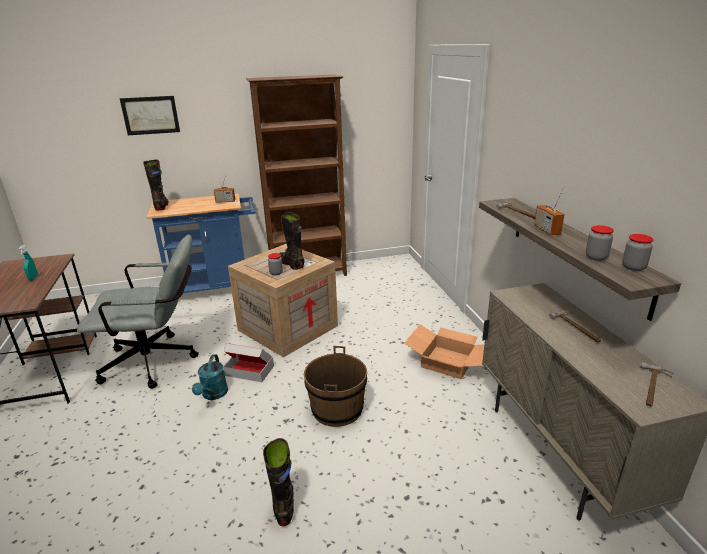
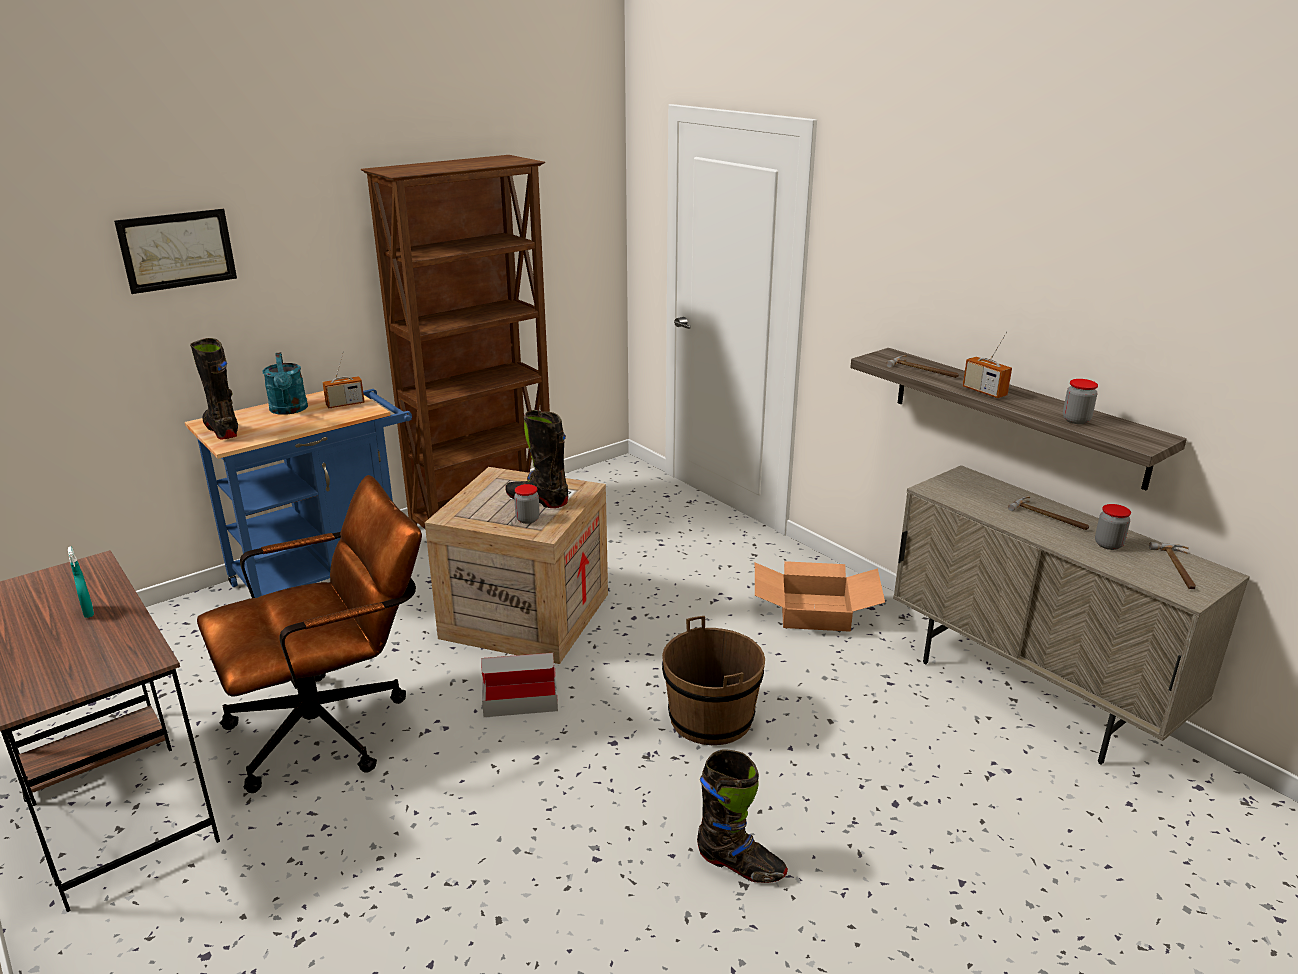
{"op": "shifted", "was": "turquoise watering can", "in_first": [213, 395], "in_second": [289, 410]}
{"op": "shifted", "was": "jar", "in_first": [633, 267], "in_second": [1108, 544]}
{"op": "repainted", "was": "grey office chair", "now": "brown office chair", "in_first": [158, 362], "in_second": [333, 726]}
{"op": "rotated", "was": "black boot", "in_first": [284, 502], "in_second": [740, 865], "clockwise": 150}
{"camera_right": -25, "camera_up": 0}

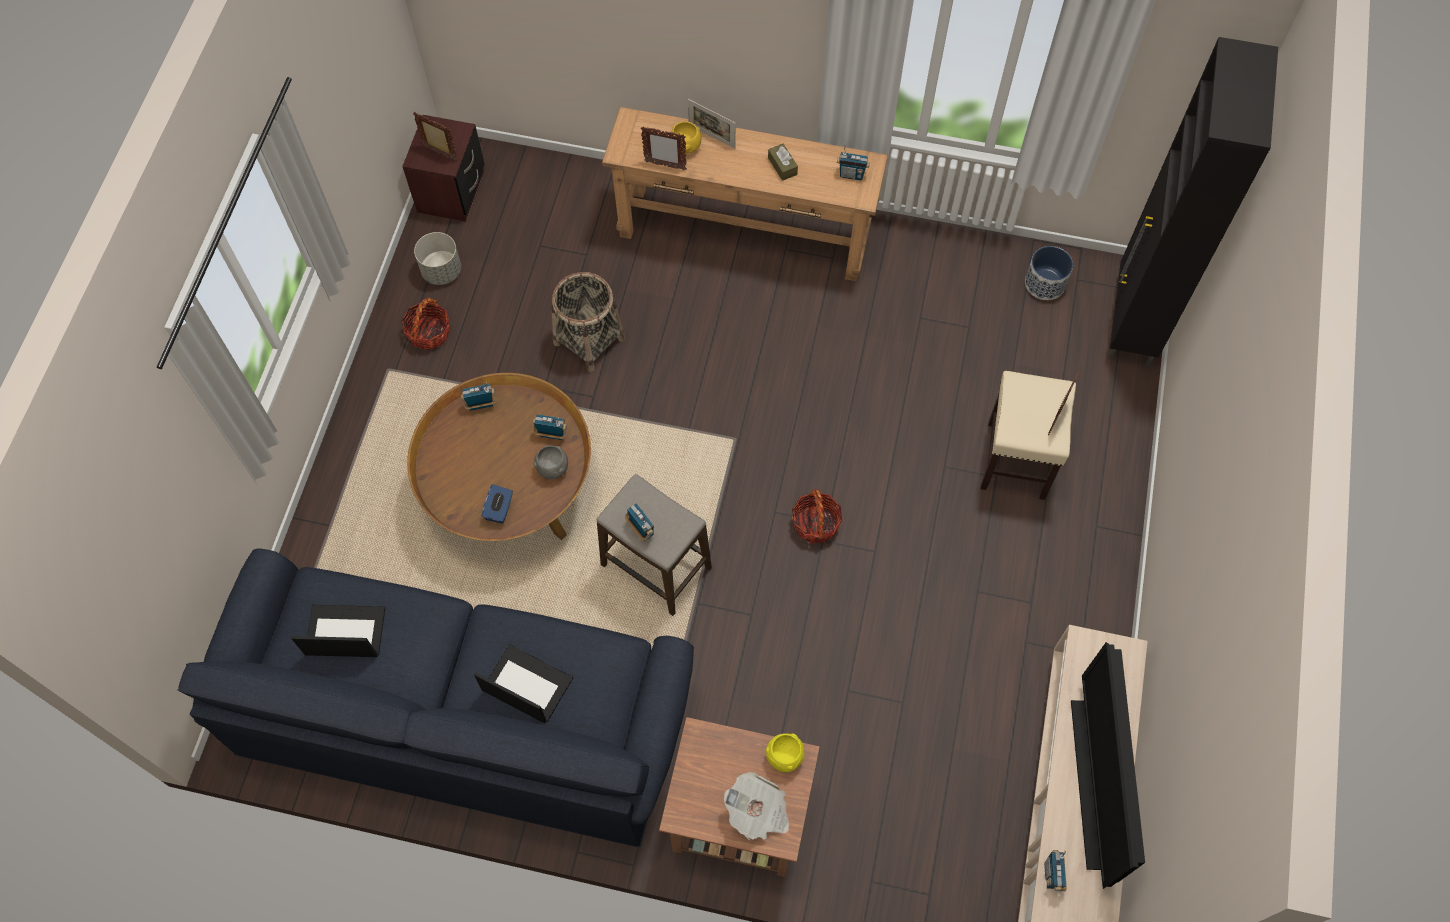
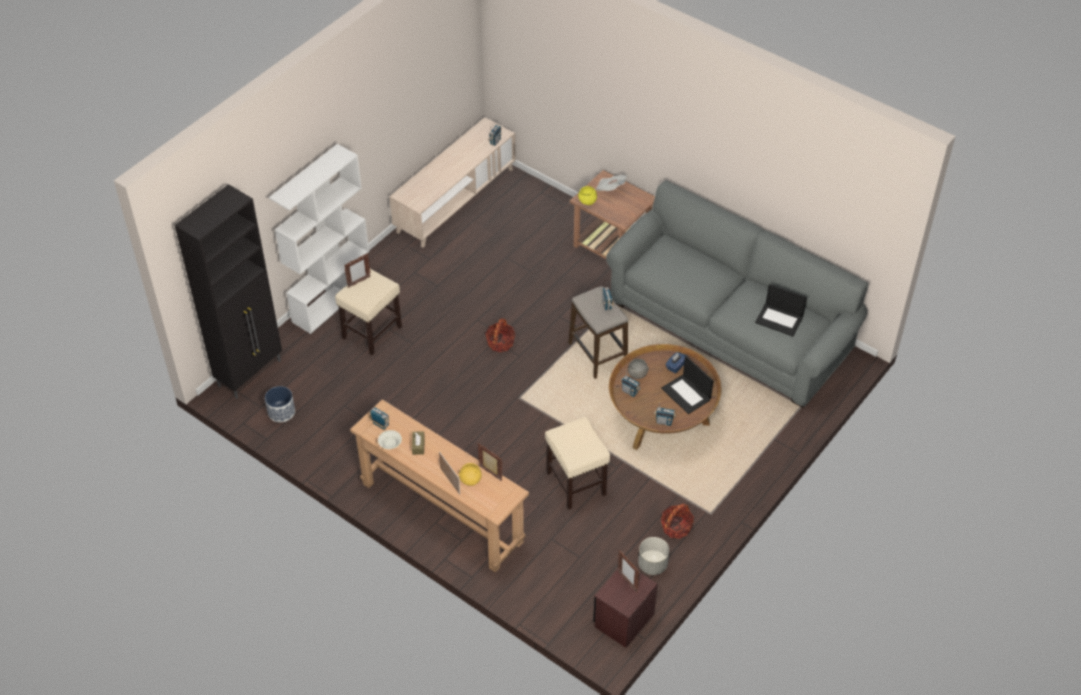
{"op": "gone", "was": "television", "in_first": [1094, 784]}
{"op": "new", "now": "white bookcase", "in_second": [332, 300]}
{"op": "new", "now": "white bowl", "in_second": [390, 445]}
{"op": "shifted", "was": "laptop", "in_first": [526, 684], "in_second": [687, 394]}
{"op": "swapped", "was": "basket", "now": "beige stool", "in_first": [589, 340], "in_second": [576, 484]}
{"op": "repainted", "was": "blue sofa", "now": "grey sofa", "in_first": [462, 716], "in_second": [730, 327]}
{"camera_right": -155, "camera_up": -15}

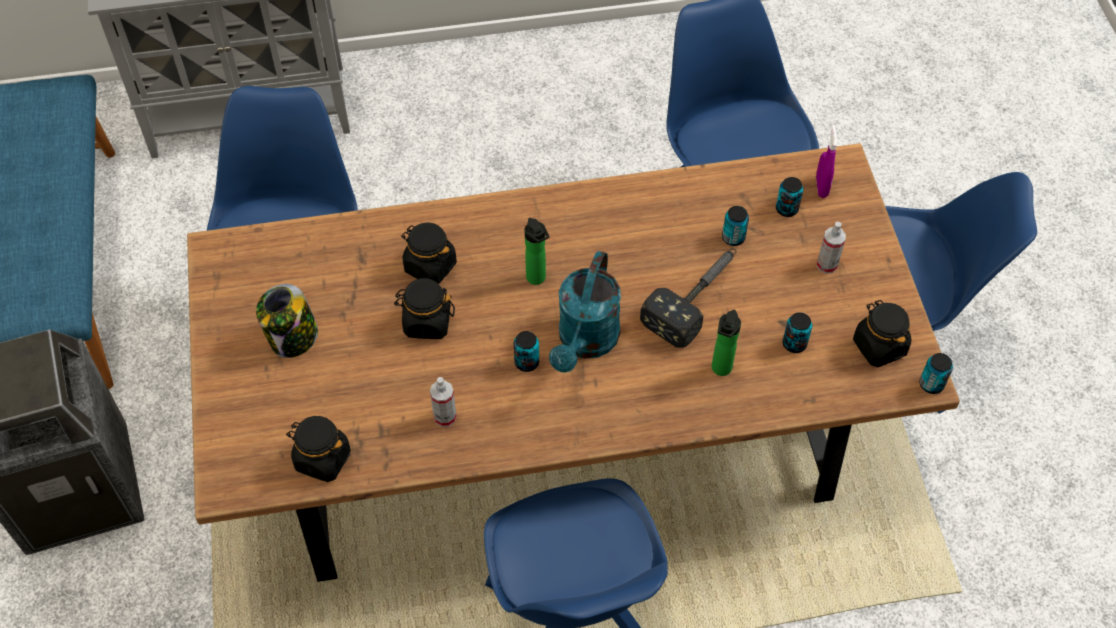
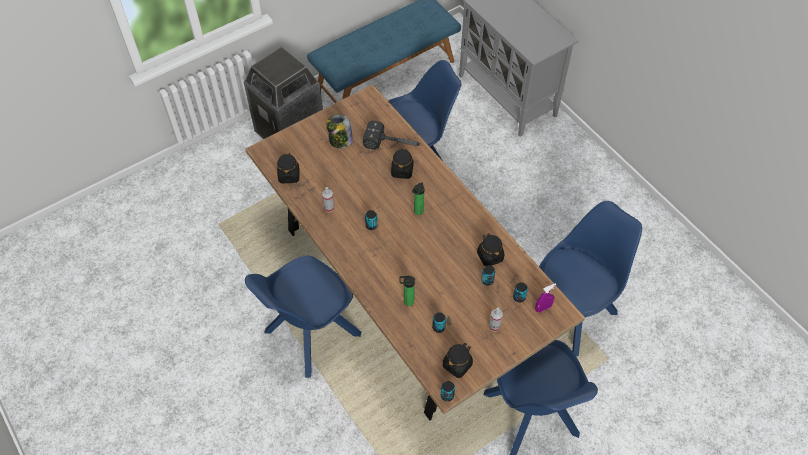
{"op": "gone", "was": "turquoise watering can", "in_first": [585, 342]}
{"op": "shifted", "was": "black jar", "in_first": [427, 322], "in_second": [490, 256]}
{"op": "shifted", "was": "hammer", "in_first": [697, 297], "in_second": [394, 144]}
{"camera_right": 65, "camera_up": 0}

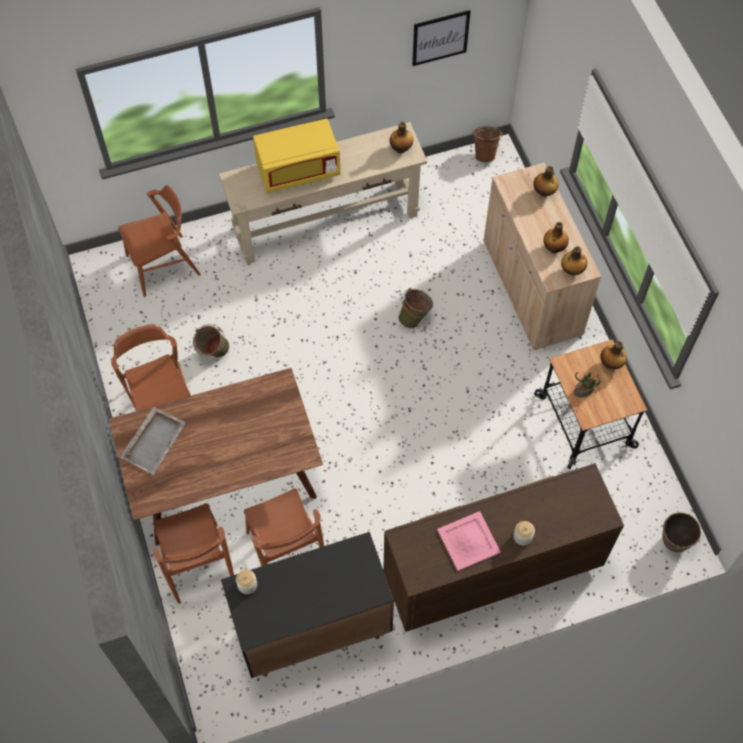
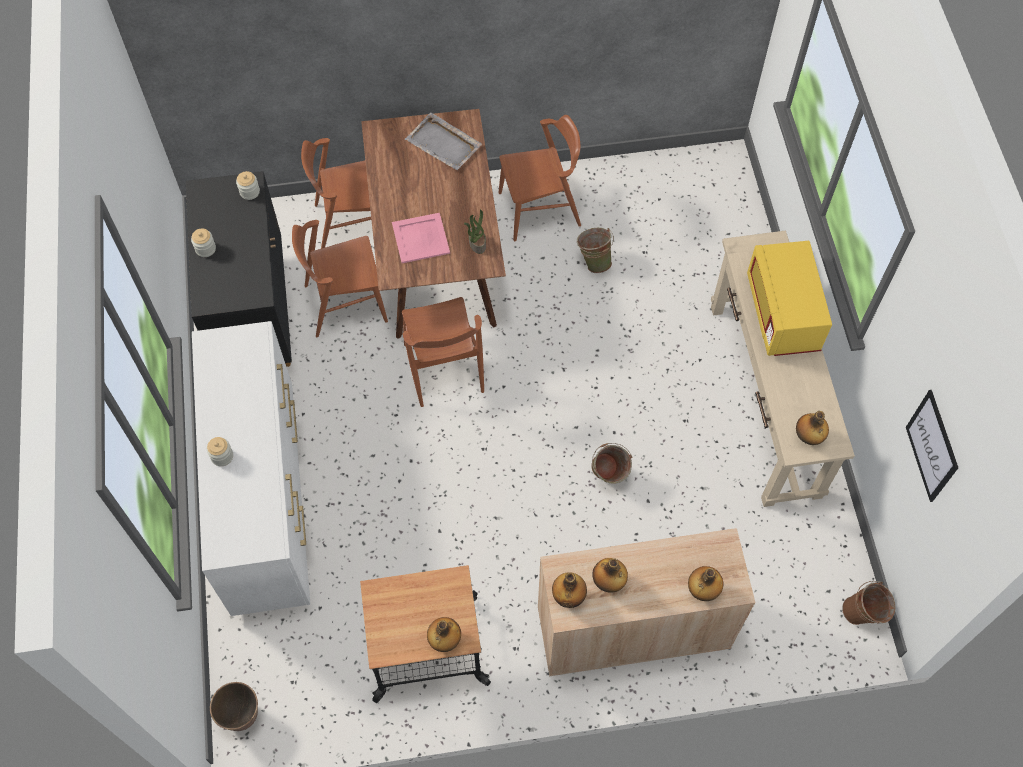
{"op": "new", "now": "jar", "in_second": [205, 249]}
{"op": "shifted", "was": "brown chair", "in_first": [163, 265], "in_second": [444, 368]}
{"op": "shifted", "was": "pink tray", "in_first": [469, 541], "in_second": [420, 239]}
{"op": "shifted", "was": "potted plant", "in_first": [584, 390], "in_second": [476, 243]}
{"op": "repainted", "was": "brown dresser", "now": "white dresser", "in_first": [491, 570], "in_second": [265, 497]}
{"camera_right": 100, "camera_up": 0}

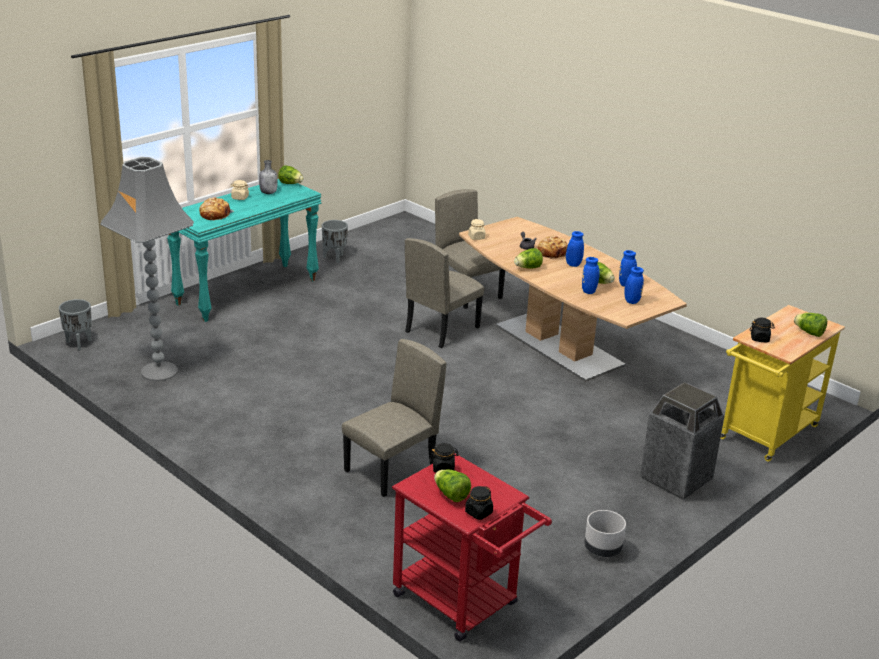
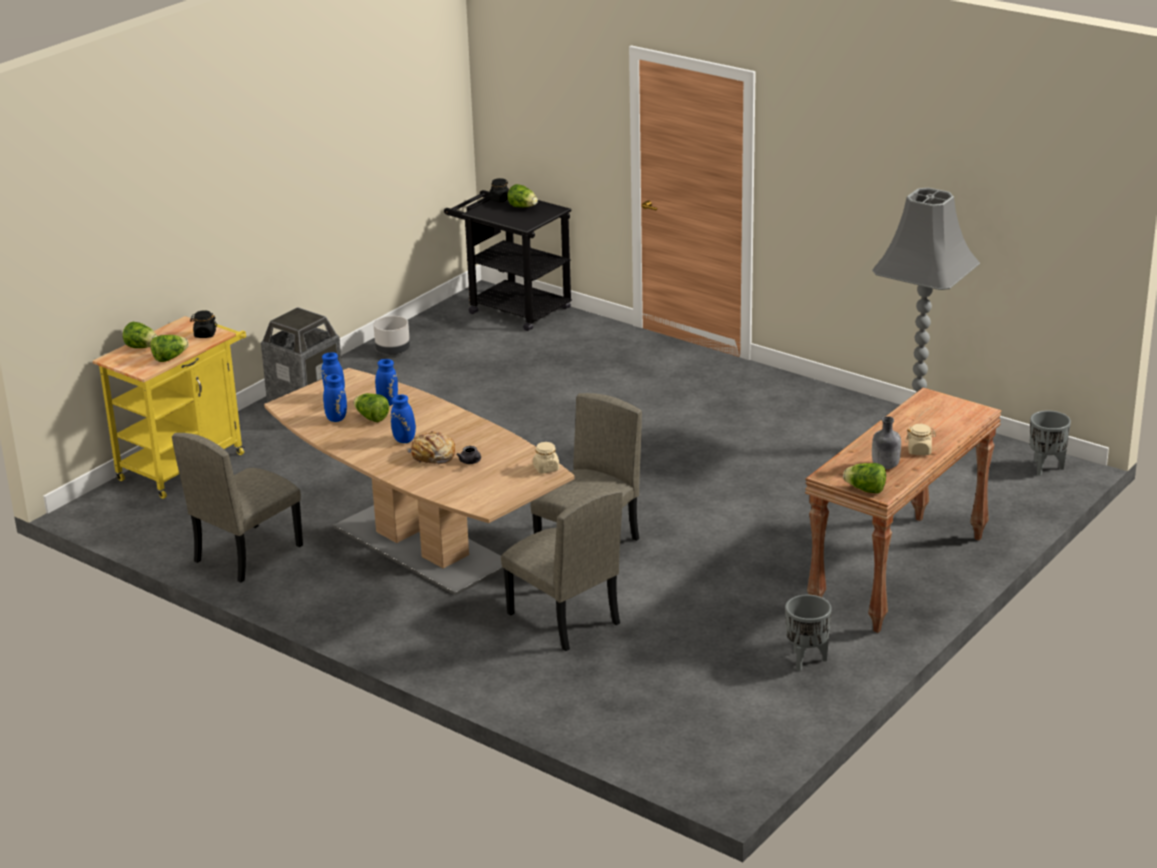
{"op": "gone", "was": "bread", "in_first": [215, 214]}
{"op": "gone", "was": "black jar", "in_first": [443, 468]}
{"op": "shifted", "was": "beige chair", "in_first": [391, 470], "in_second": [247, 553]}
{"op": "shifted", "was": "lettuce", "in_first": [528, 268], "in_second": [170, 358]}
{"op": "repainted", "was": "turquoise console table", "now": "brown console table", "in_first": [247, 291], "in_second": [899, 573]}
{"op": "repainted", "was": "red cart", "now": "black cart", "in_first": [463, 604], "in_second": [512, 308]}
{"camera_right": 175, "camera_up": 0}

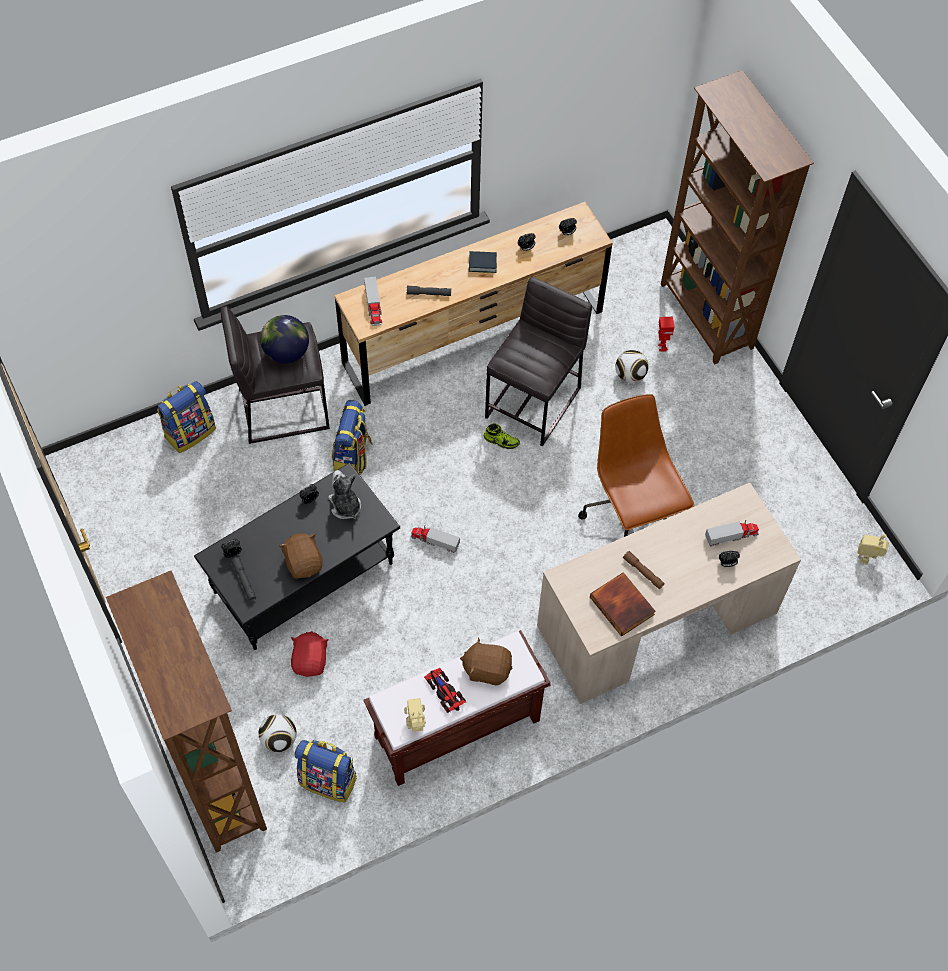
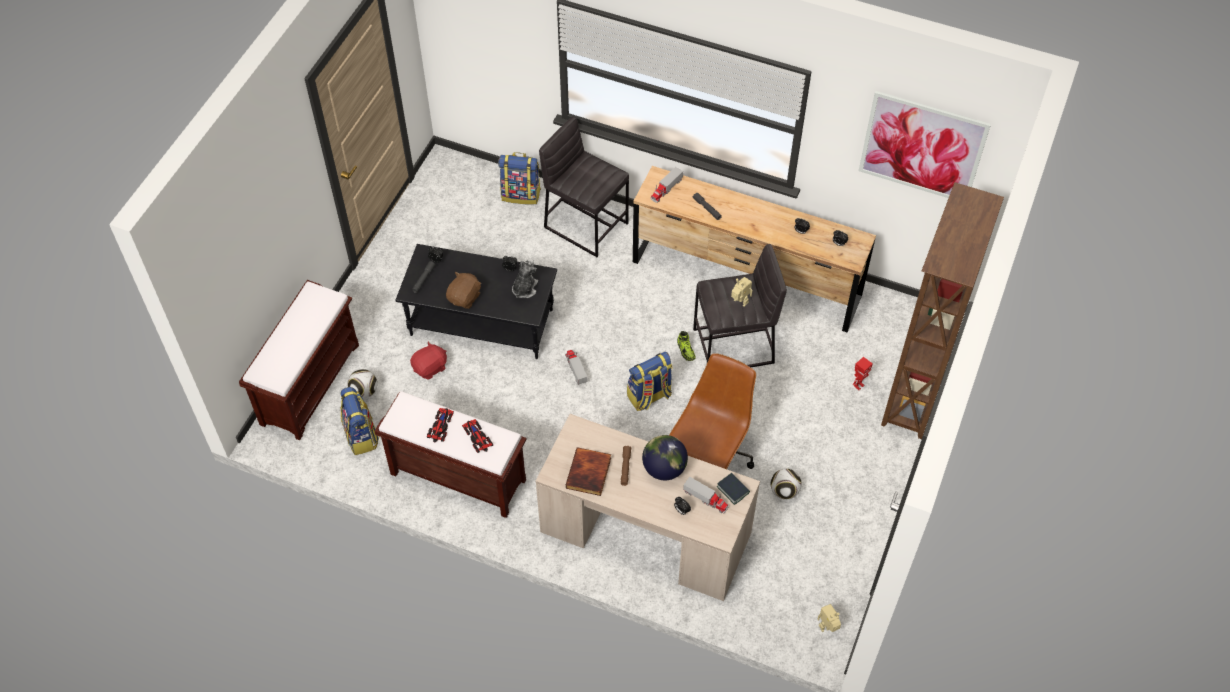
{"op": "new", "now": "picture", "in_second": [922, 147]}
{"op": "shifted", "was": "globe", "in_first": [286, 352], "in_second": [664, 468]}
{"op": "shifted", "was": "backpack", "in_first": [353, 456], "in_second": [649, 396]}
{"op": "shifted", "was": "toy robot", "in_first": [416, 726], "in_second": [739, 303]}
{"op": "shifted", "was": "book", "in_first": [482, 264], "in_second": [733, 490]}
{"op": "shifted", "was": "football", "in_first": [630, 375], "in_second": [784, 491]}
{"op": "swapped", "was": "brown bookcase", "now": "brown bench", "in_first": [218, 782], "in_second": [310, 383]}
{"op": "swapped", "was": "brown plush toy", "now": "toy car", "in_first": [487, 669], "in_second": [477, 437]}
{"camera_right": 50, "camera_up": -5}

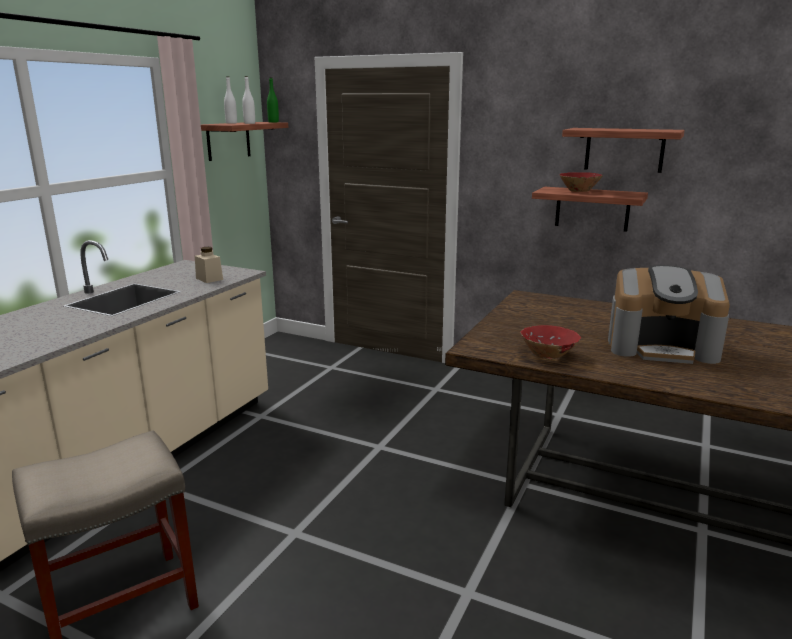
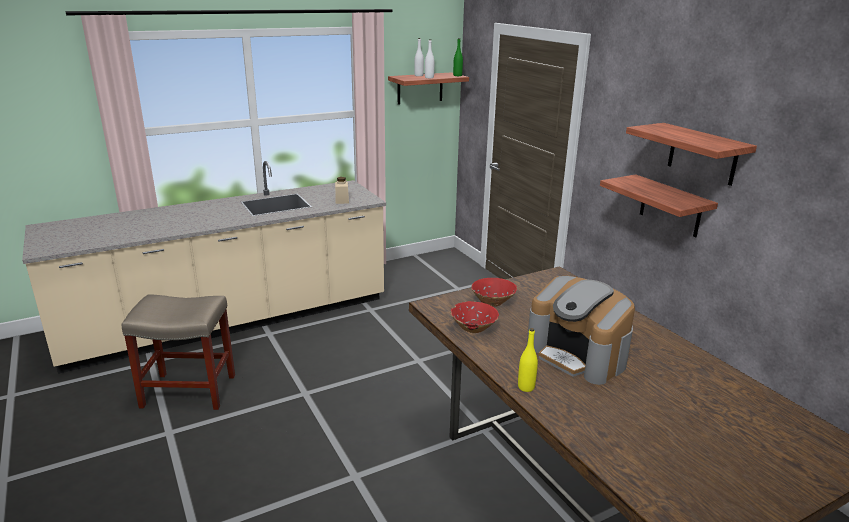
{"op": "new", "now": "yellow bottle", "in_second": [526, 387]}
{"op": "shifted", "was": "red bowl", "in_first": [579, 191], "in_second": [492, 302]}
{"camera_right": 35, "camera_up": 5}

